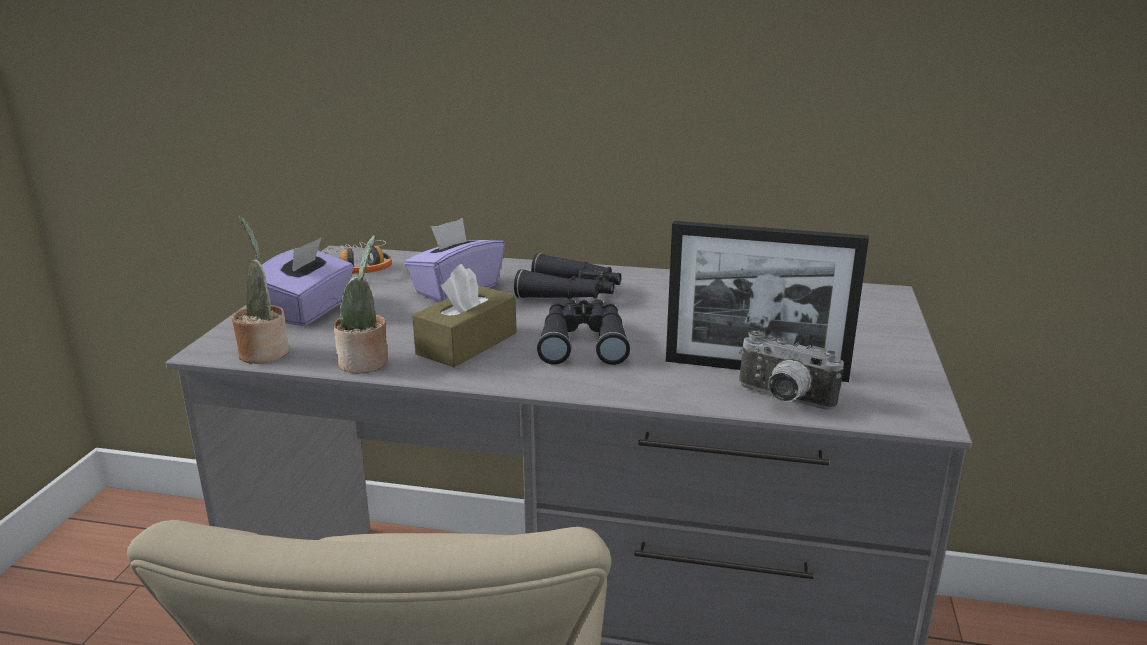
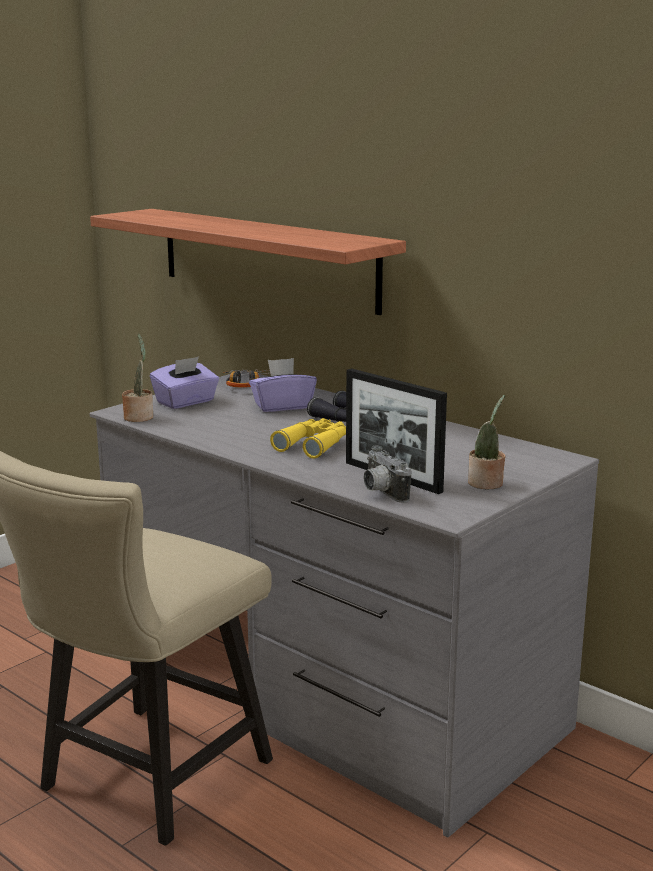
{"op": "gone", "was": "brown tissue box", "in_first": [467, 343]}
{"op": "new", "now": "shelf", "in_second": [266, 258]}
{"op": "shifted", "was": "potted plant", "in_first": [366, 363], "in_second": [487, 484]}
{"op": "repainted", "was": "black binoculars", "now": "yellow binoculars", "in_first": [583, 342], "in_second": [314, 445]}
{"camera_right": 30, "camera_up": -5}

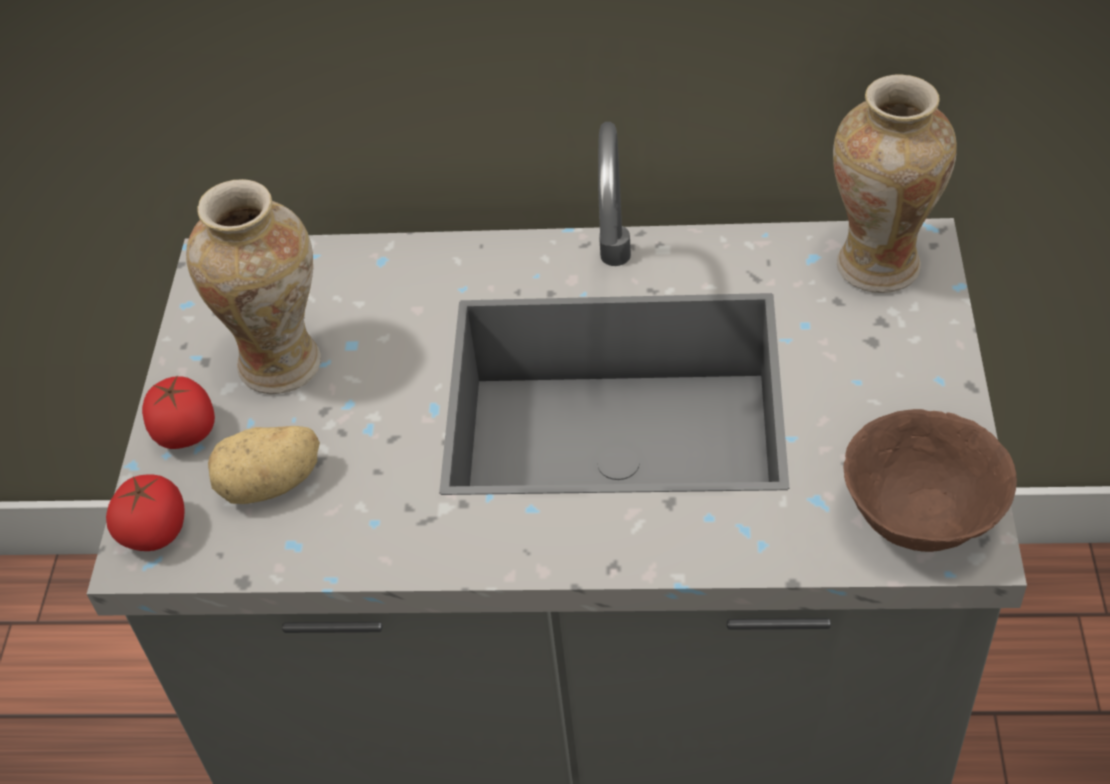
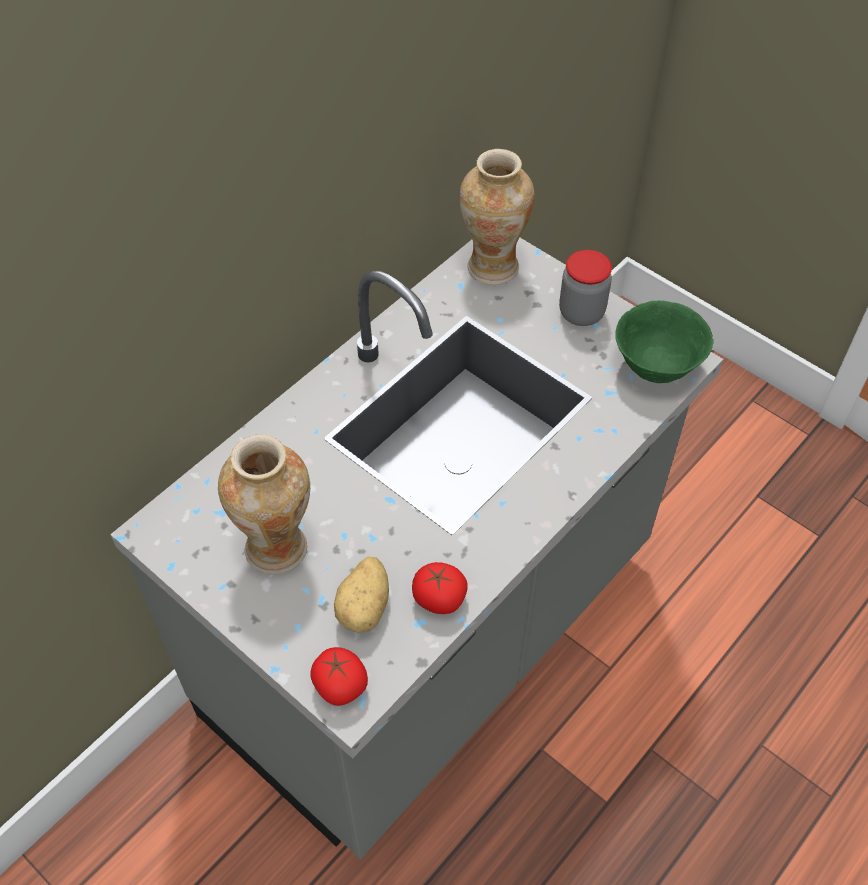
{"op": "new", "now": "jar", "in_second": [581, 313]}
{"op": "shifted", "was": "tomato", "in_first": [185, 432], "in_second": [439, 598]}
{"op": "repainted", "was": "brown bowl", "now": "green bowl", "in_first": [920, 522], "in_second": [657, 366]}
{"camera_right": -55, "camera_up": 5}

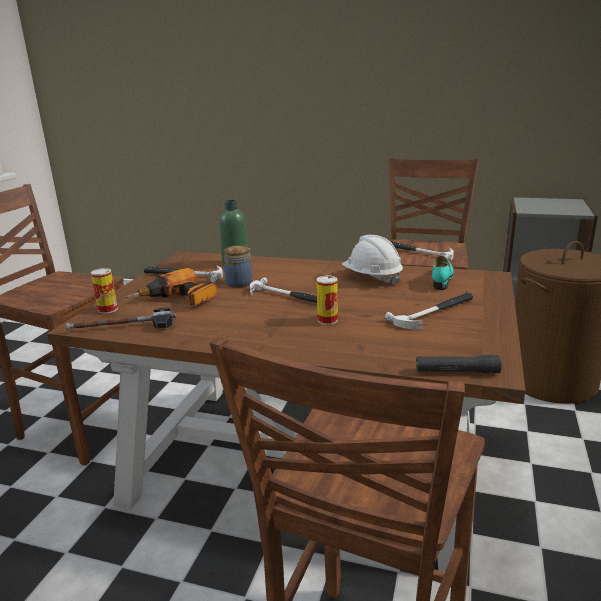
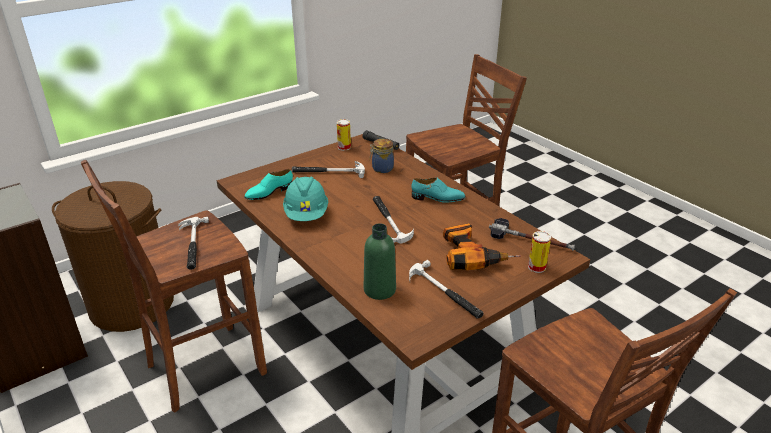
{"op": "new", "now": "turquoise shoe", "in_second": [438, 198]}
{"op": "shifted", "was": "jar", "in_first": [240, 283], "in_second": [381, 168]}
{"op": "shifted", "was": "can", "in_first": [327, 320], "in_second": [344, 147]}
{"op": "repainted", "was": "white hard hat", "now": "turquoise hard hat", "in_first": [372, 278], "in_second": [306, 214]}
{"camera_right": -145, "camera_up": 10}

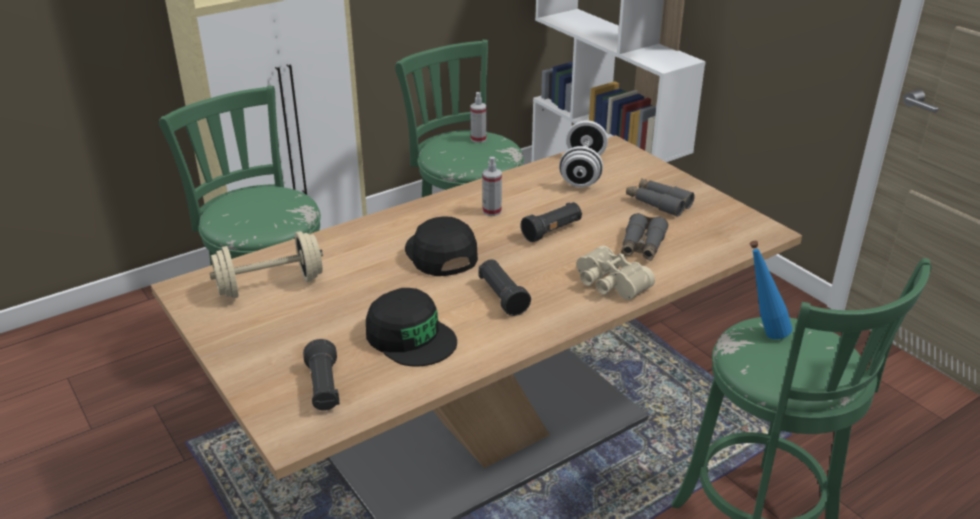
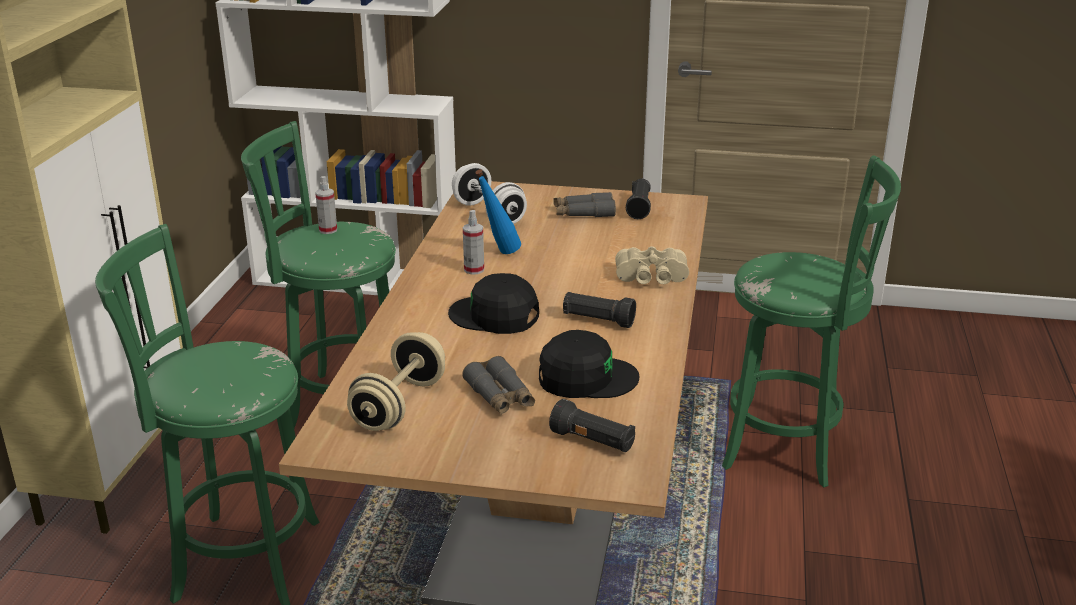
{"op": "shifted", "was": "black flashlight", "in_first": [552, 231], "in_second": [639, 208]}
{"op": "shifted", "was": "grey binoculars", "in_first": [642, 246], "in_second": [500, 396]}
{"op": "shifted", "was": "blue bottle", "in_first": [762, 333], "in_second": [499, 253]}
{"camera_right": -45, "camera_up": -5}

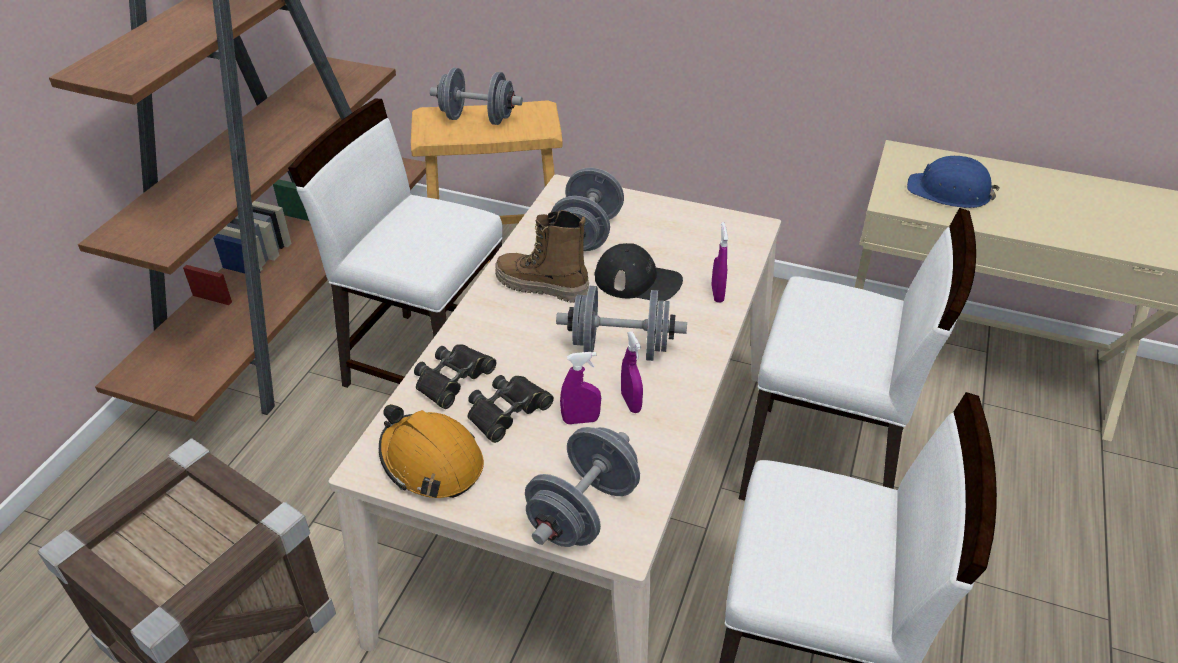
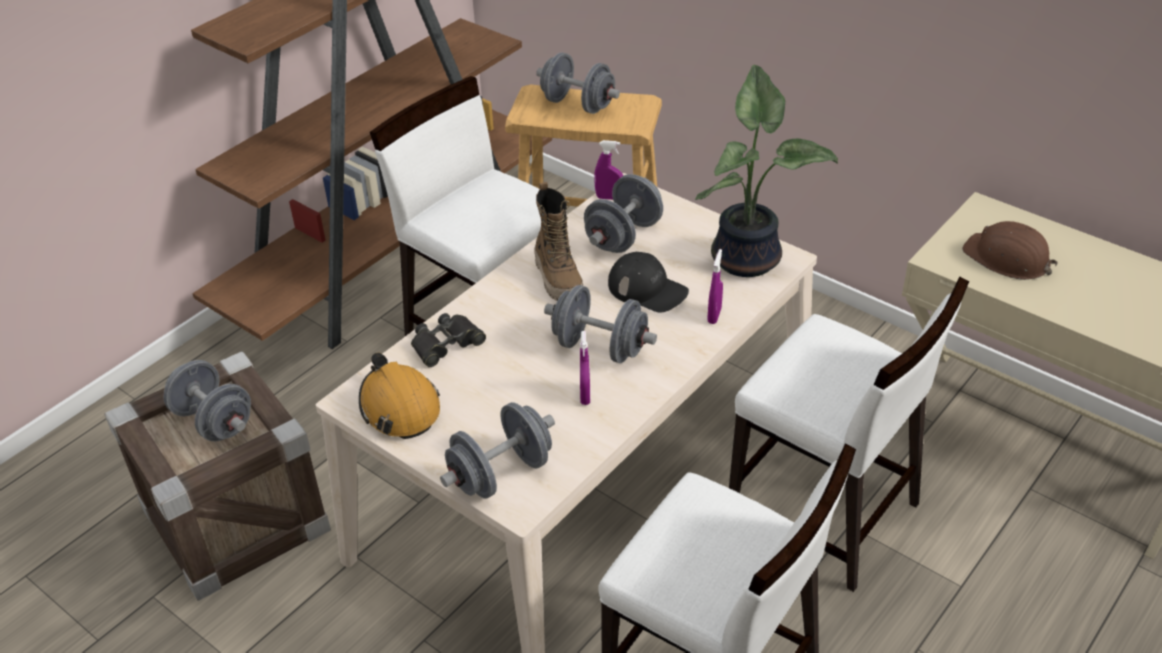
{"op": "gone", "was": "black binoculars", "in_first": [507, 411]}
{"op": "new", "now": "grey dumbbell", "in_second": [214, 421]}
{"op": "new", "now": "potted plant", "in_second": [749, 257]}
{"op": "shifted", "was": "purple spray bottle", "in_first": [580, 420], "in_second": [609, 198]}
{"op": "repainted", "was": "blue hard hat", "now": "brown hard hat", "in_first": [949, 192], "in_second": [1007, 258]}
{"op": "rotated", "was": "boot", "in_first": [542, 287], "in_second": [558, 279], "clockwise": -150}
{"camera_right": 20, "camera_up": 0}

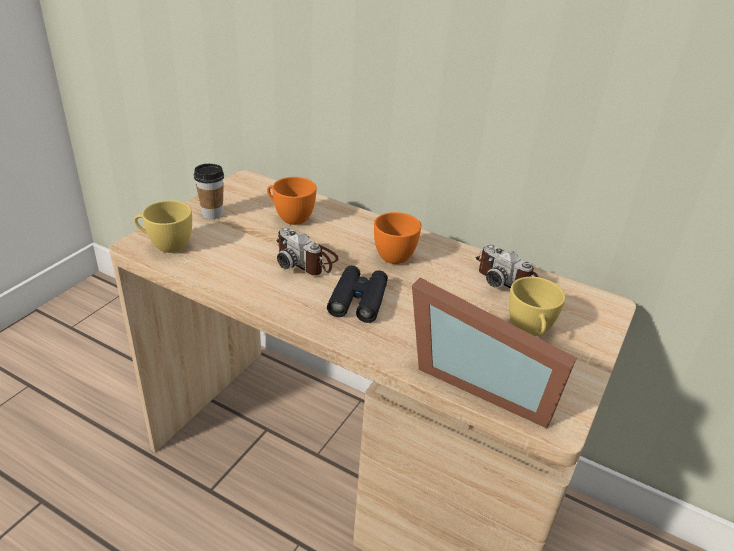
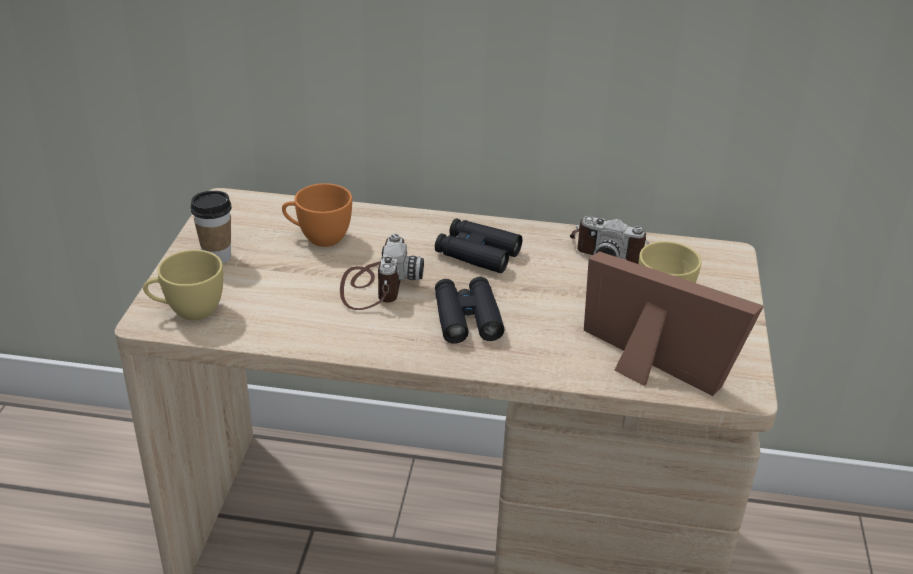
{"op": "swapped", "was": "orange cup", "now": "black binoculars", "in_first": [398, 255], "in_second": [477, 253]}
{"op": "rotated", "was": "photo camera", "in_first": [307, 259], "in_second": [376, 285], "clockwise": -105}
{"op": "rotated", "was": "picture frame", "in_first": [482, 380], "in_second": [649, 369], "clockwise": -150}
{"camera_right": -20, "camera_up": 0}

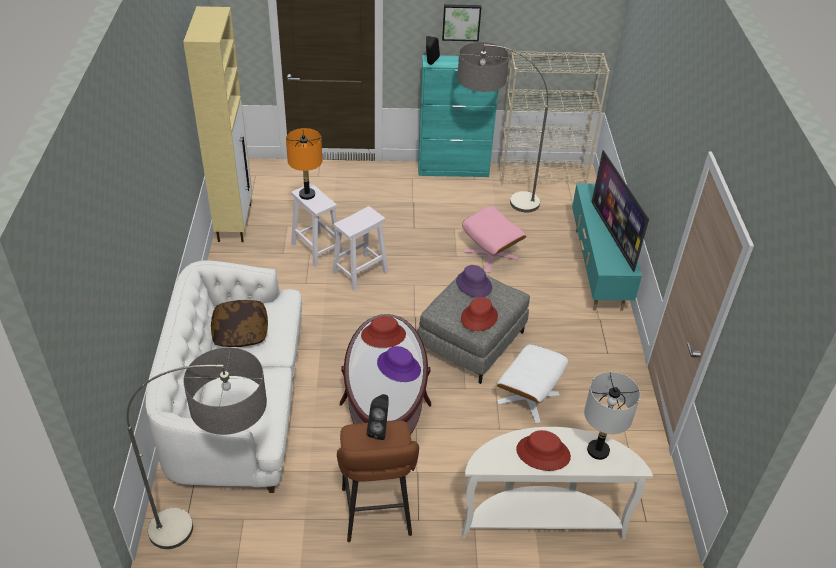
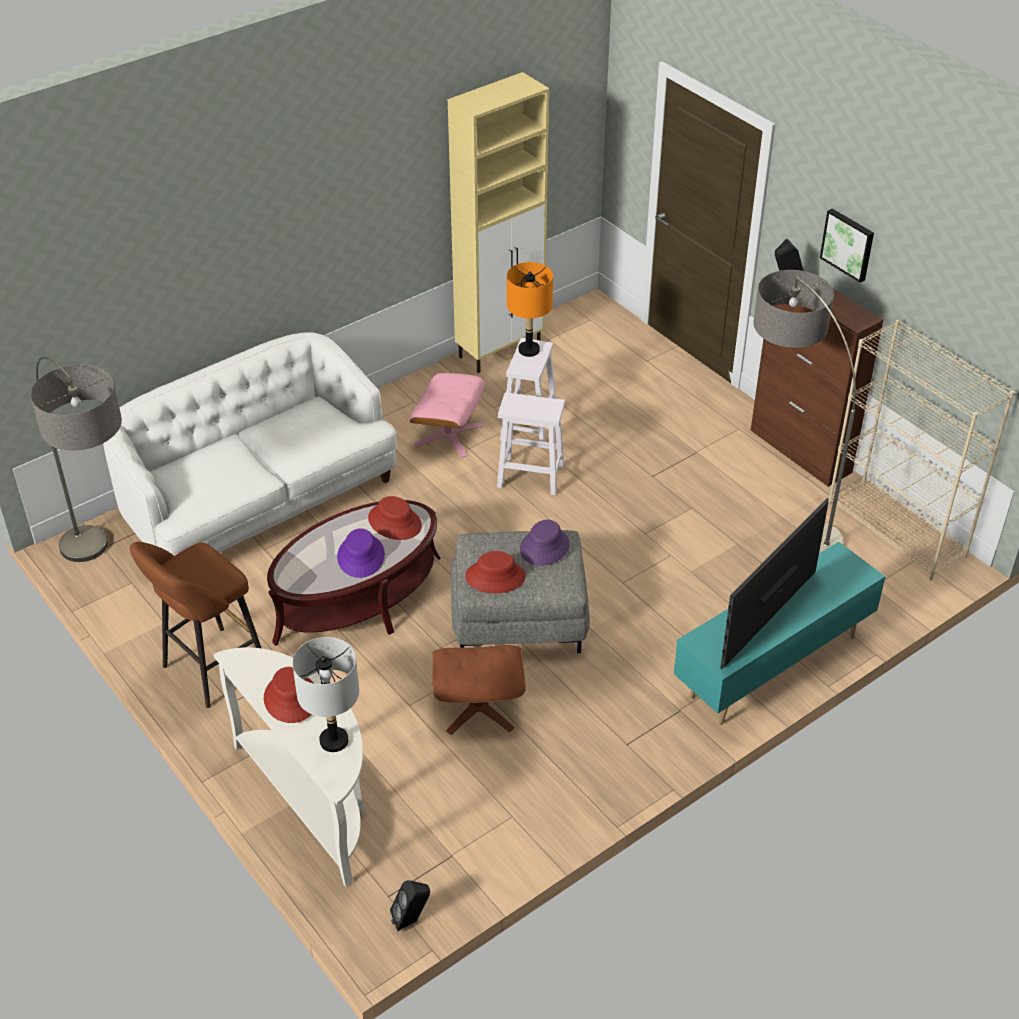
{"op": "gone", "was": "pillow", "in_first": [240, 331]}
{"op": "shifted", "was": "black speaker", "in_first": [380, 429], "in_second": [411, 920]}
{"op": "shifted", "was": "pink ottoman", "in_first": [491, 255], "in_second": [449, 435]}
{"op": "repainted", "was": "turquoise cabinet", "now": "brown cabinet", "in_first": [453, 170], "in_second": [800, 451]}
{"op": "repainted", "was": "white ottoman", "now": "brown ottoman", "in_first": [528, 398], "in_second": [478, 707]}
{"camera_right": 55, "camera_up": 0}

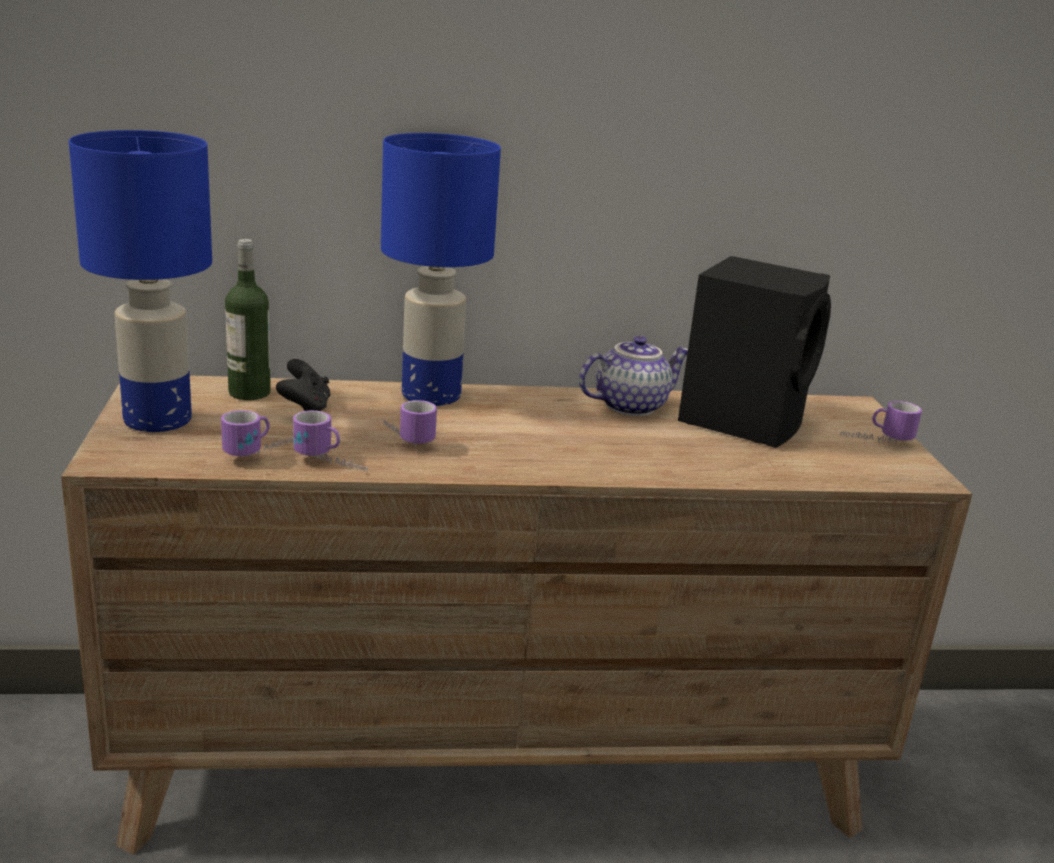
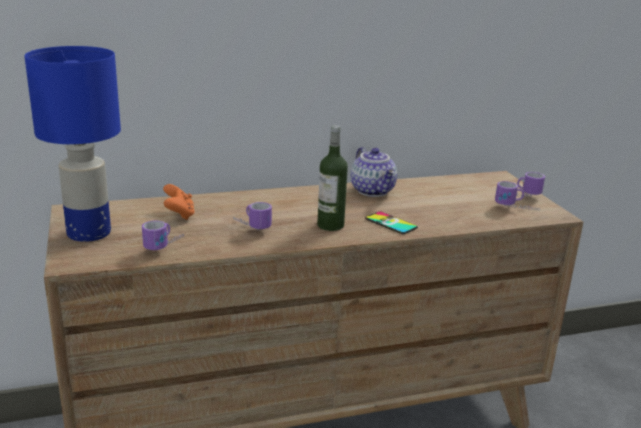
{"op": "gone", "was": "blue table lamp", "in_first": [430, 395]}
{"op": "gone", "was": "black speaker", "in_first": [744, 419]}
{"op": "new", "now": "phone", "in_second": [391, 223]}
{"op": "shifted", "was": "bottle", "in_first": [249, 392], "in_second": [330, 225]}
{"op": "shifted", "was": "mug", "in_first": [331, 464], "in_second": [516, 209]}
{"op": "repainted", "was": "black game controller", "now": "orange game controller", "in_first": [305, 408], "in_second": [179, 215]}
{"op": "rotated", "was": "teapot", "in_first": [630, 405], "in_second": [373, 191], "clockwise": 105}
{"camera_right": -10, "camera_up": 0}

